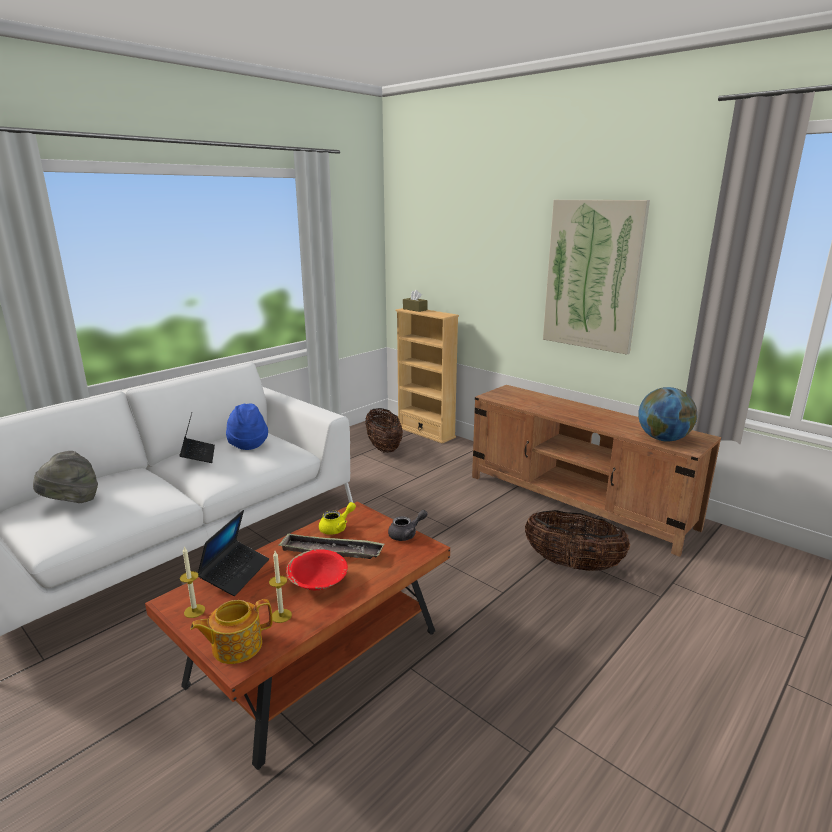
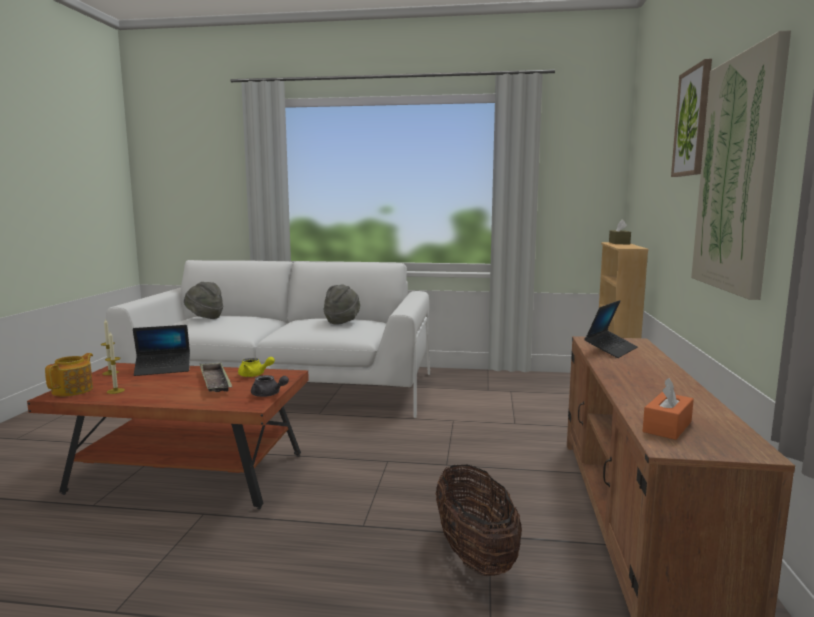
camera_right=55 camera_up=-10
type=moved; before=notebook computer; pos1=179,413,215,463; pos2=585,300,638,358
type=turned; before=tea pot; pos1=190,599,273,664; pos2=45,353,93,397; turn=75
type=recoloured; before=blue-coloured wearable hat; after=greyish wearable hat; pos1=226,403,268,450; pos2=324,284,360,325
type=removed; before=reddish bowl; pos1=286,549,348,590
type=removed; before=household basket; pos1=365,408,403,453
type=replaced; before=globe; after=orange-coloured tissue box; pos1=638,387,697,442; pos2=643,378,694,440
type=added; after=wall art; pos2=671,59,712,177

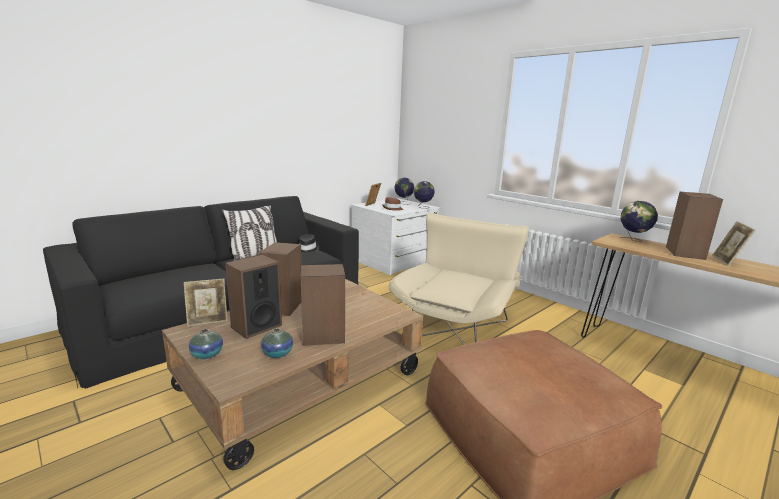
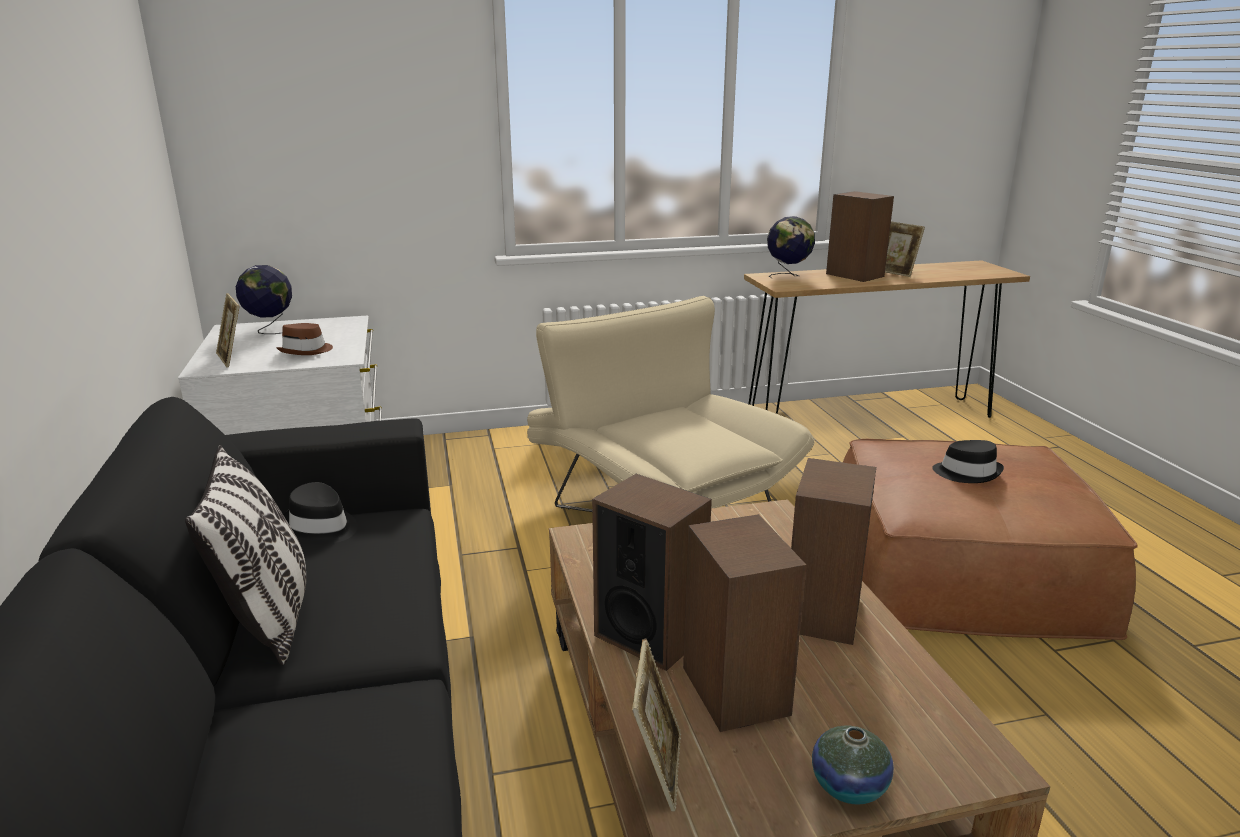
camera_right=-60 camera_up=5
type=removed; before=decorative vase; pos1=261,328,293,358
type=removed; before=globe; pos1=414,181,435,209
type=added; after=blackish wearable hat; pos2=932,440,1004,483

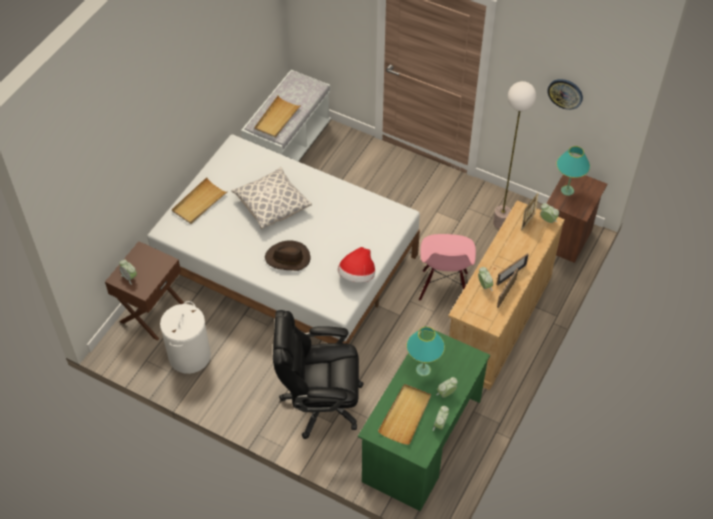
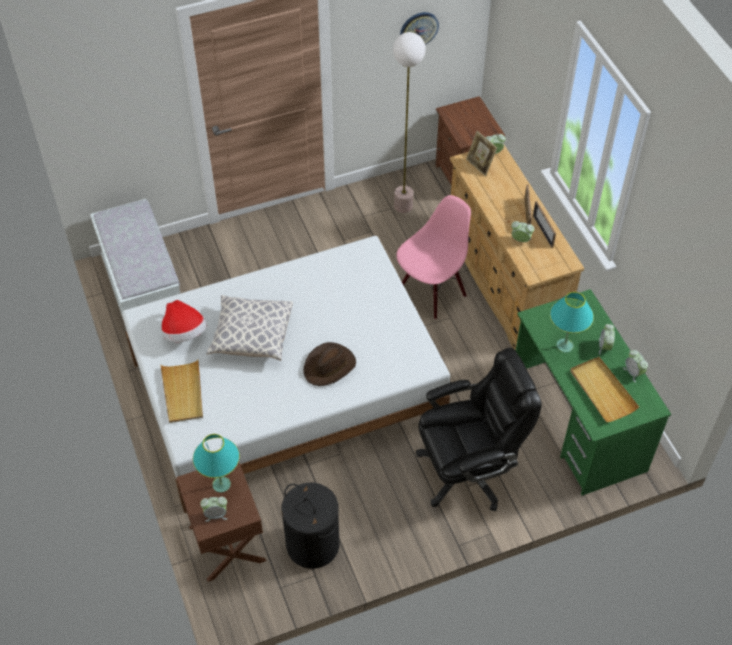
camera_right=-50 camera_up=0
type=recoloured; before=whitish washing basket; after=blackish washing basket; pos1=160,301,211,374; pos2=281,483,339,569
type=removed; before=sand-coloured carrying tray; pos1=254,96,302,138
type=turned; before=blackish computer chair; pos1=273,310,364,439; pos2=416,348,542,511; turn=-150
type=moved; before=wearable hat; pos1=337,247,375,283; pos2=161,300,207,342
type=turned; before=pink-coloured chair; pos1=419,234,476,301; pos2=396,195,471,319; turn=-90
type=moved; before=blue-green tabletop lamp; pos1=556,146,590,196; pos2=193,434,240,492

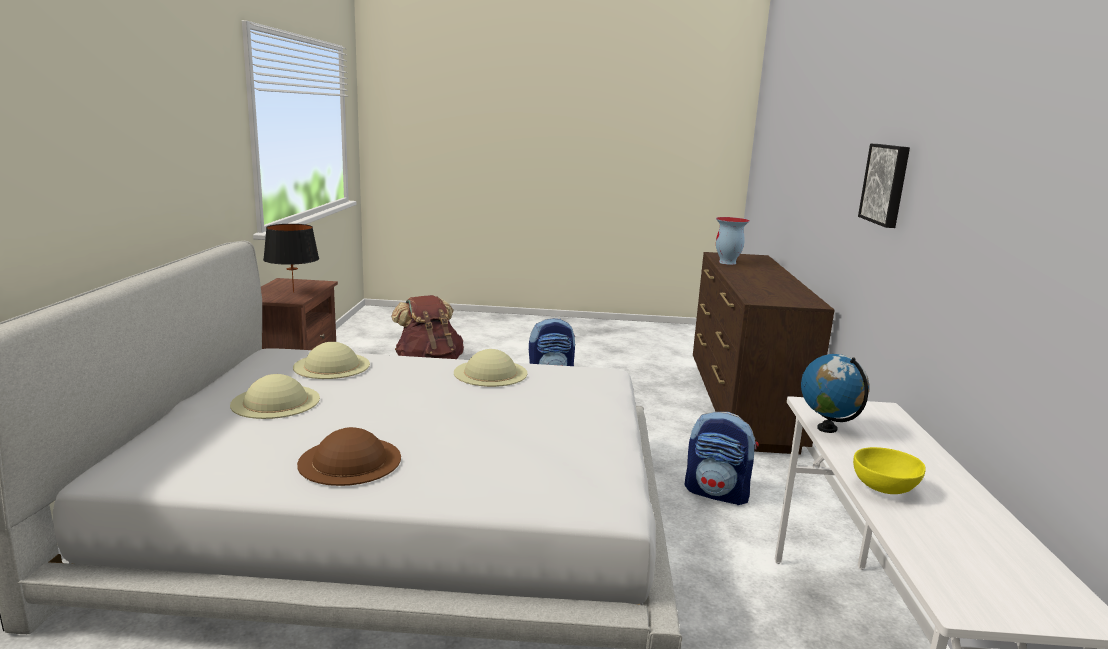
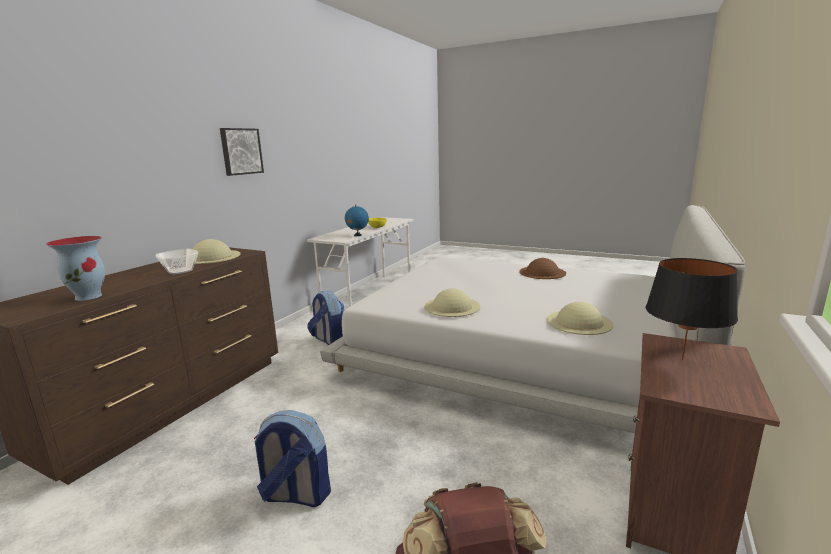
camera_right=-155 camera_up=0
type=moved; before=sand-coloured wearable hat; pos1=230,374,320,419; pos2=193,239,241,264
type=added; after=bowl; pos2=155,249,198,274

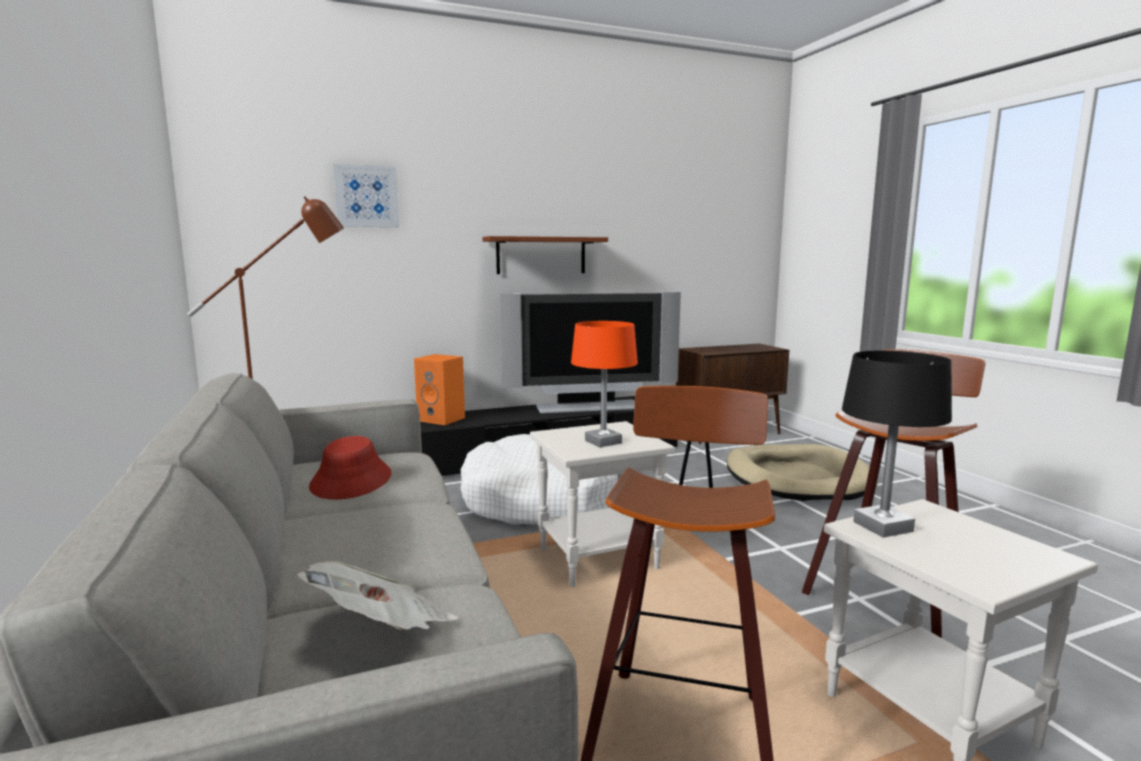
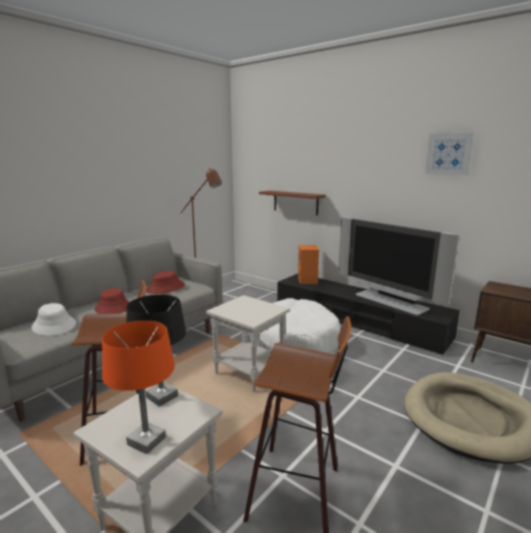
camera_right=60 camera_up=5
type=replaced; before=newspaper; after=whitish wearable hat; pos1=297,561,458,630; pos2=31,303,76,336
type=moved; before=wall art; pos1=333,164,399,227; pos2=425,133,474,176
type=moved; before=brownish wall shelf; pos1=483,236,608,274; pos2=259,190,326,215
type=moved; before=orange-coloured tabletop lamp; pos1=571,321,638,447; pos2=102,321,175,454
type=added; after=reddish wearable hat; pos2=95,288,129,314

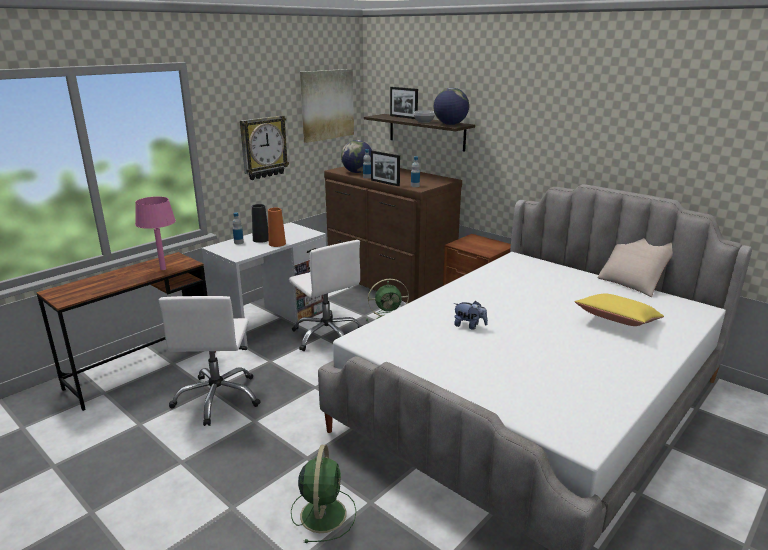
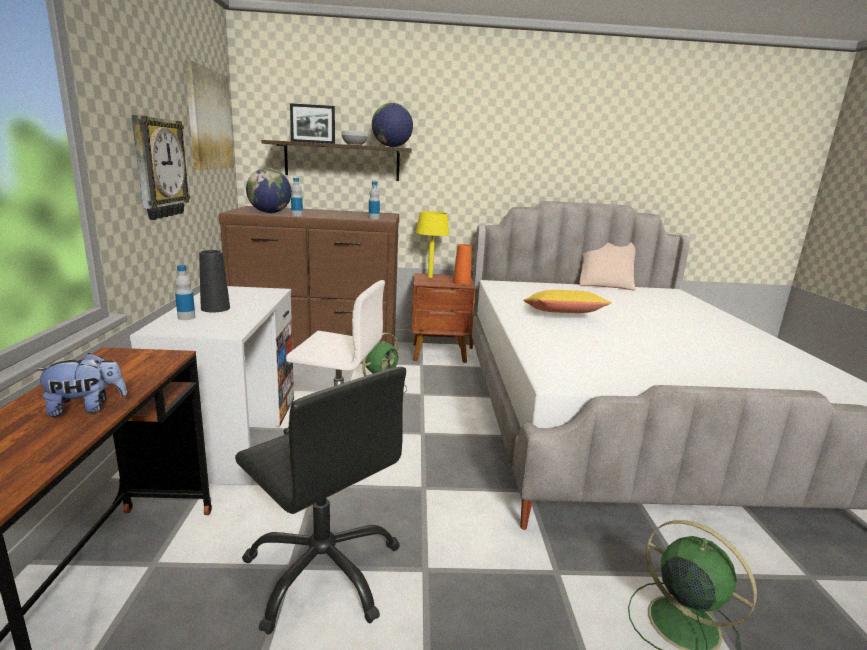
camera_right=-45 camera_up=-5
type=removed; before=pink-coloured tabletop lamp; pos1=135,197,176,270
type=recoloured; before=whitish computer chair; after=blackish computer chair; pos1=159,296,261,426; pos2=235,367,406,635
type=moved; before=orange-coloured decorative vase; pos1=268,208,286,247; pos2=453,244,472,285
type=removed; before=standing frame; pos1=371,151,400,186
type=moved; before=plush toy; pos1=453,301,488,330; pos2=33,353,127,417
type=moved; before=yellowish pillow; pos1=575,294,664,326; pos2=523,290,612,313
type=added; after=yellowish tabletop lamp; pos2=415,211,449,278

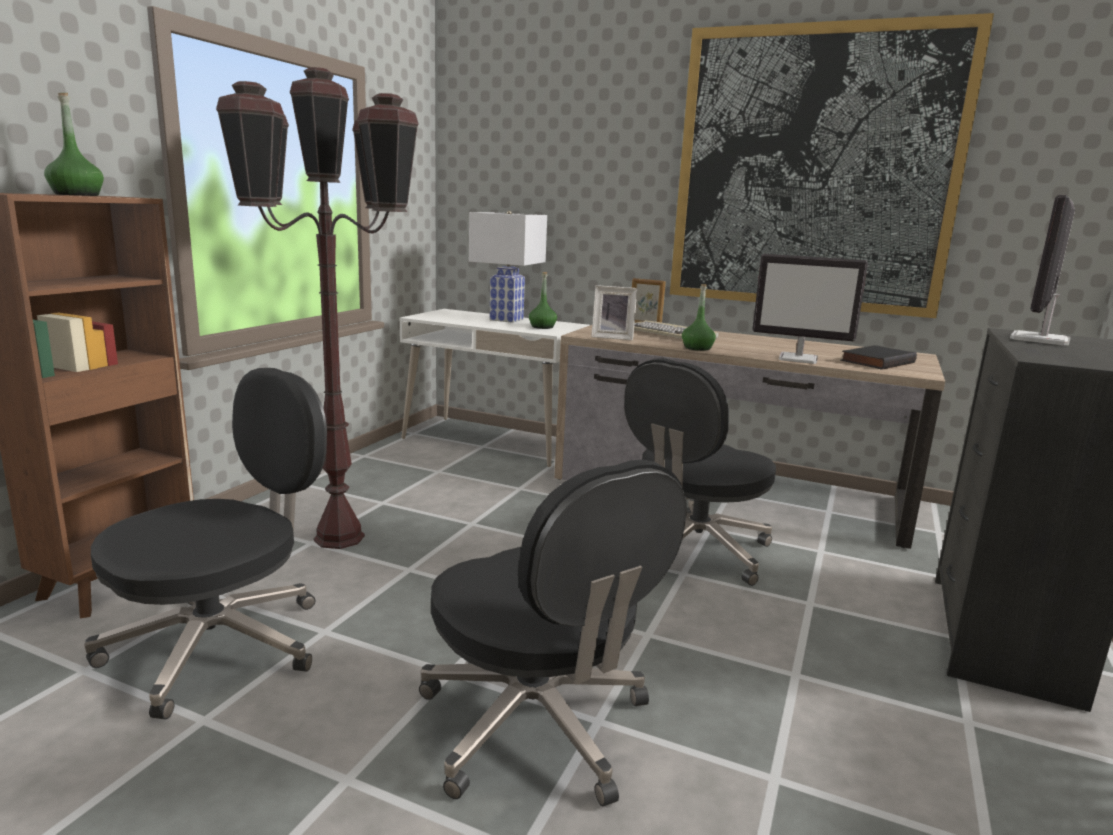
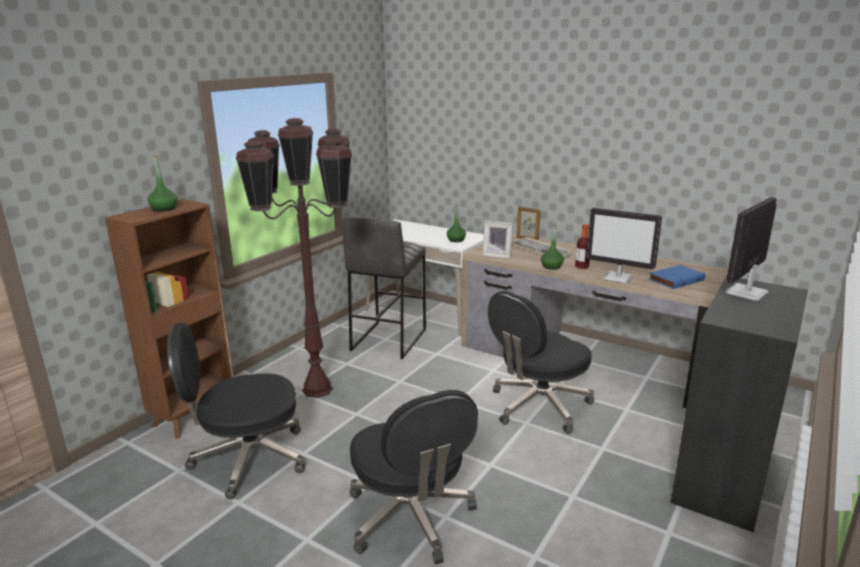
camera_right=10 camera_up=5
type=turned; before=blackish computer chair; pos1=84,368,327,720; pos2=167,322,305,500; turn=-150
type=removed; before=whitish tabletop lamp; pos1=469,211,547,323
type=removed; before=wall art; pos1=670,13,994,318
type=recoloured; before=blackish bound book; after=blue-coloured bound book; pos1=840,345,917,370; pos2=649,265,705,289
type=added; after=greyish stool seat; pos2=341,217,426,359
type=added; after=drink bottle; pos2=575,224,590,269

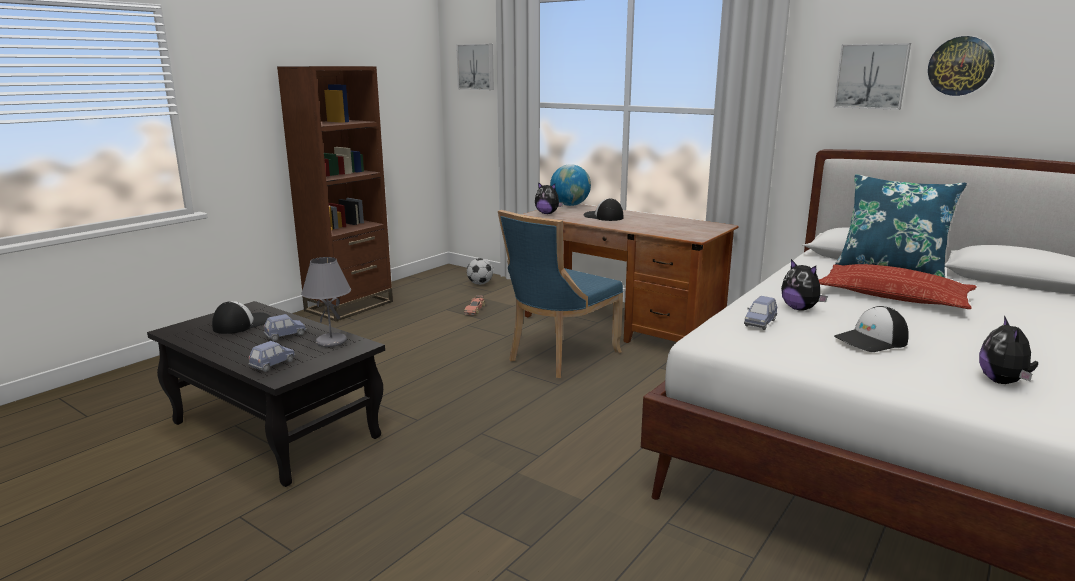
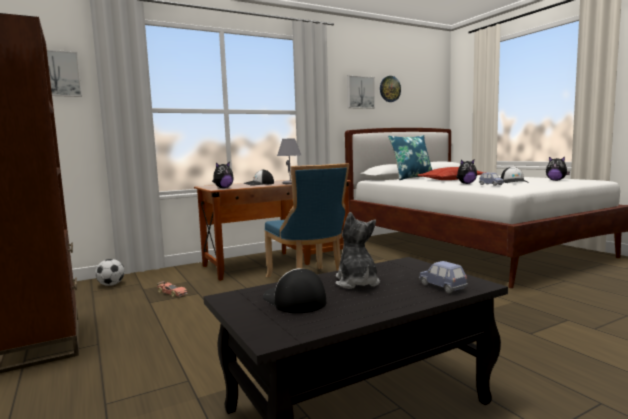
camera_right=-65 camera_up=-10
type=replaced; before=blue-coloured toy car; after=plush toy; pos1=264,314,307,341; pos2=335,212,380,289
type=moved; before=greyish tabletop lamp; pos1=301,257,351,347; pos2=277,138,301,184
type=removed; before=globe; pos1=550,164,591,206

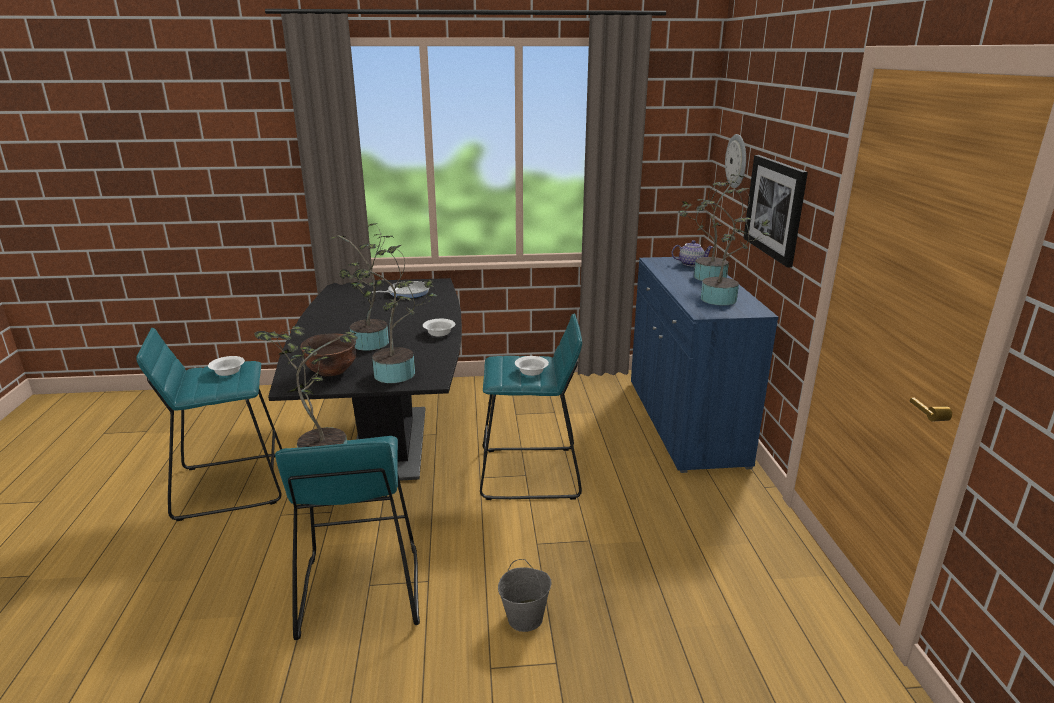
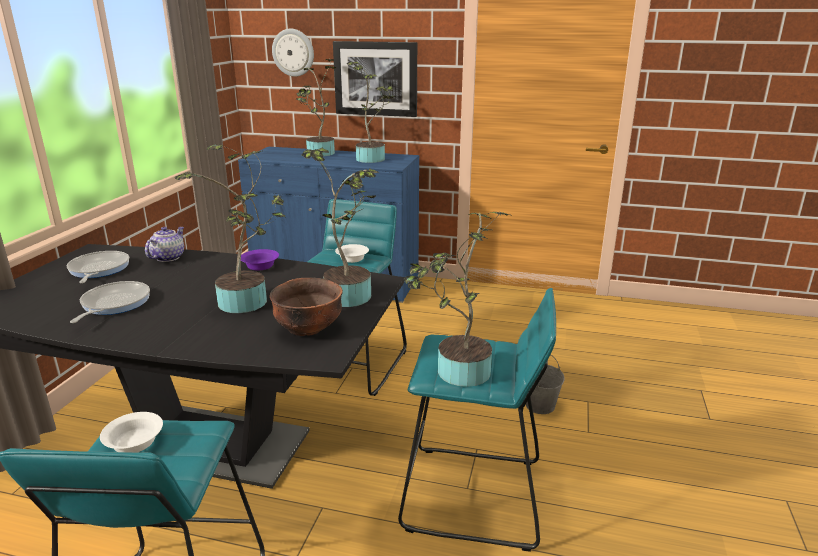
camera_right=-70 camera_up=0
type=recoloured; before=whitish bowl; after=purplish bowl; pos1=423,319,455,336; pos2=241,249,279,271
type=moved; before=tea pot; pos1=672,240,713,266; pos2=145,227,184,262
type=added; after=frying pan; pos2=70,281,150,323

